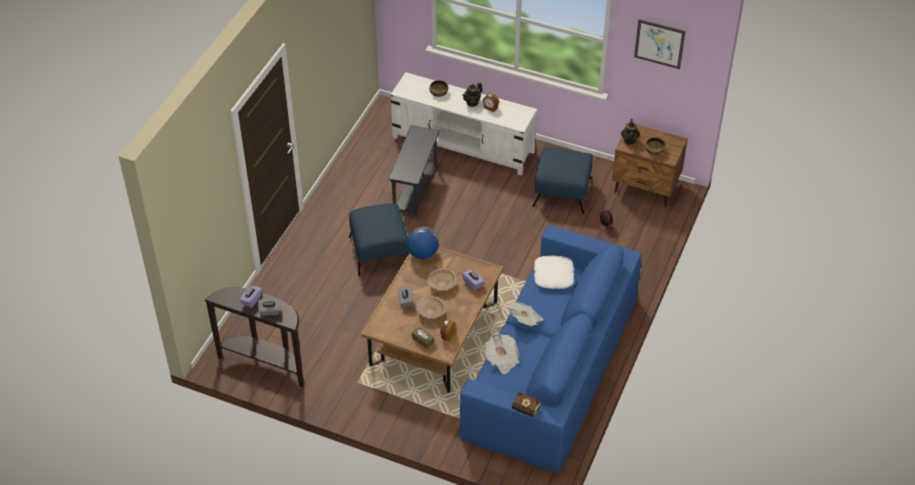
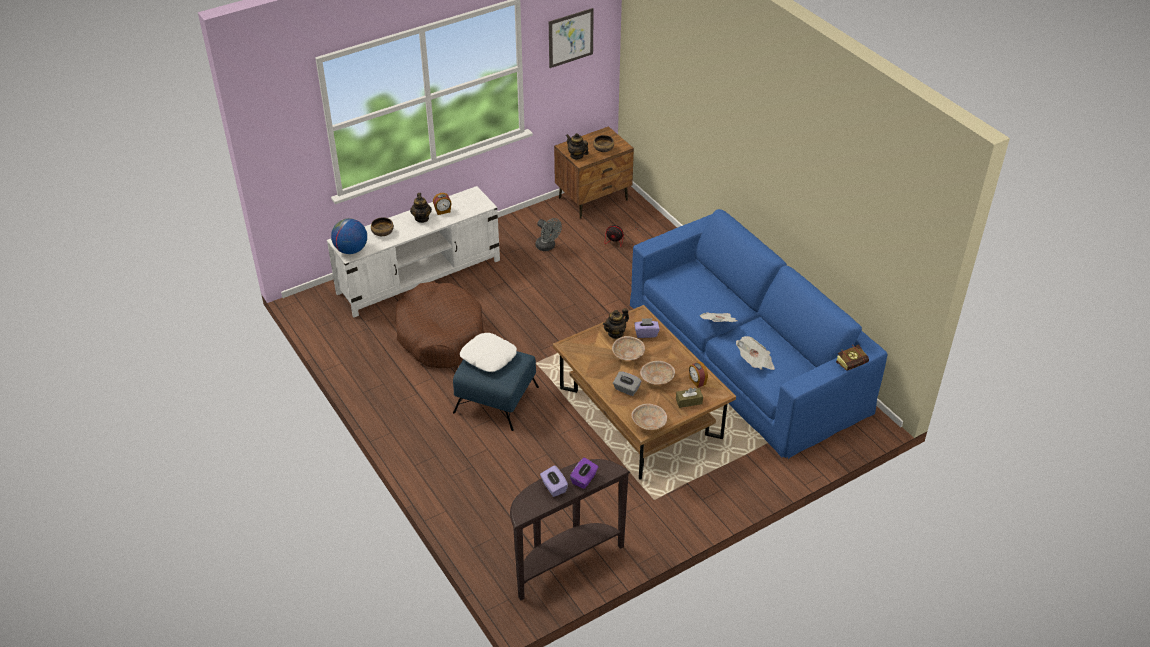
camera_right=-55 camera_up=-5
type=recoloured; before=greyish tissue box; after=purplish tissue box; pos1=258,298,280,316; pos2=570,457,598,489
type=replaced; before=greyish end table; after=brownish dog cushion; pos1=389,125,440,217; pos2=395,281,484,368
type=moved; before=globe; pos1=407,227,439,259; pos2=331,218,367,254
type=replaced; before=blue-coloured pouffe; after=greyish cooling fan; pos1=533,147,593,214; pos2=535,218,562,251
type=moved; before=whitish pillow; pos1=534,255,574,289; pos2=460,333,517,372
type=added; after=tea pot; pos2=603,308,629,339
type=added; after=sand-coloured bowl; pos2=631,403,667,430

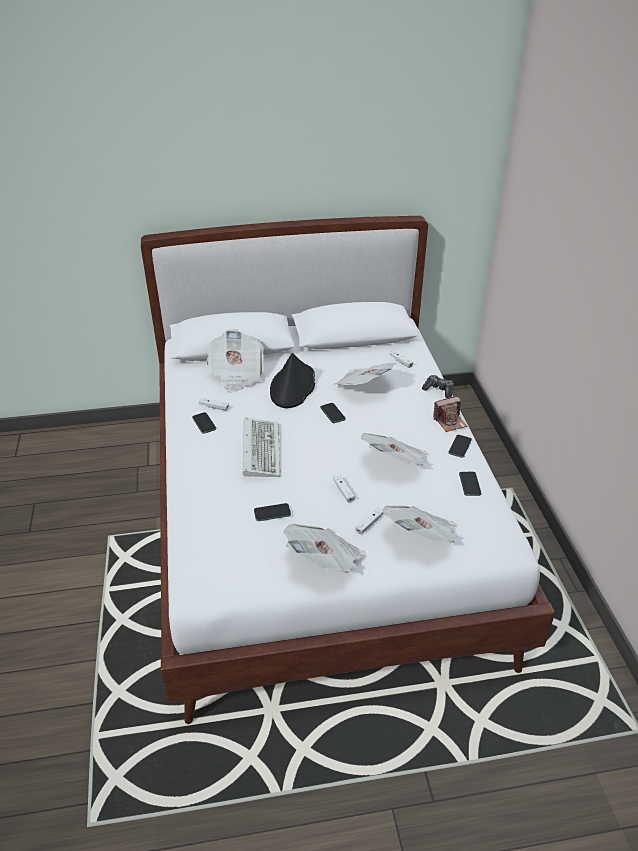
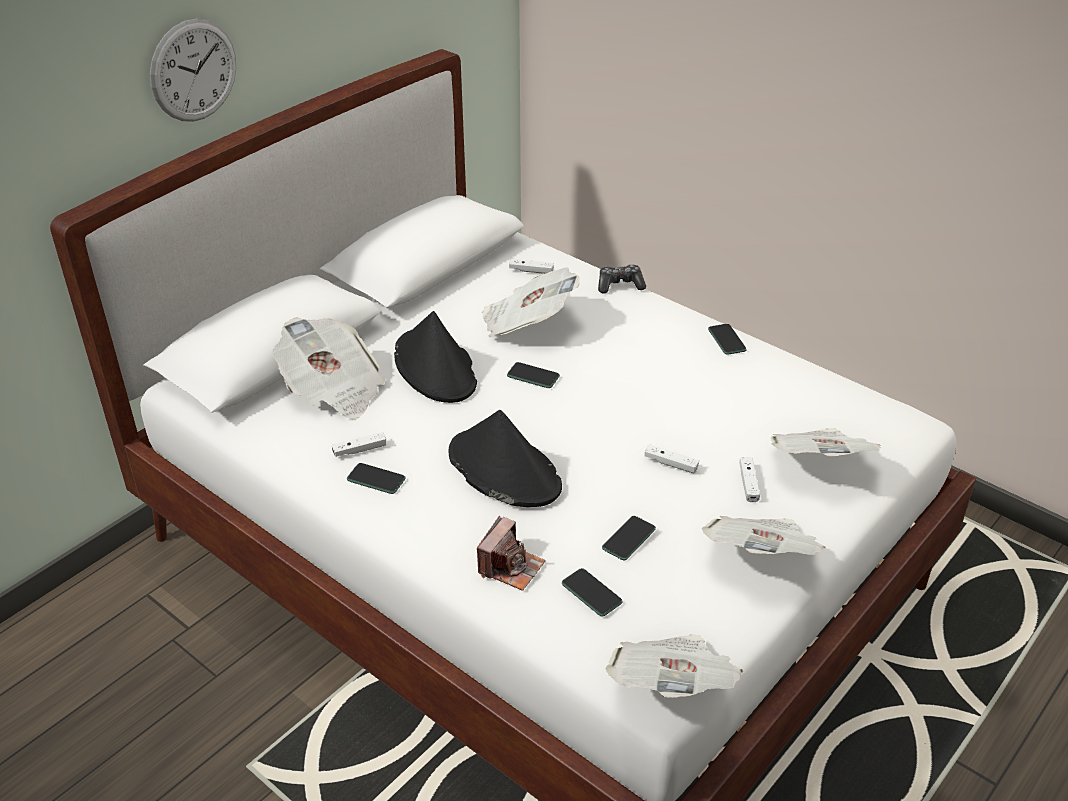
camera_right=-40 camera_up=0
type=replaced; before=keyboard; after=blackish wearable hat; pos1=243,417,280,477; pos2=449,410,562,507
type=moved; before=newspaper; pos1=361,433,428,465; pos2=605,634,744,698
type=moved; before=still camera; pos1=433,396,467,432; pos2=477,516,546,591
type=moved; before=handset; pos1=459,472,481,496; pos2=562,568,623,617
type=added; after=hanging clock; pos2=150,19,236,122

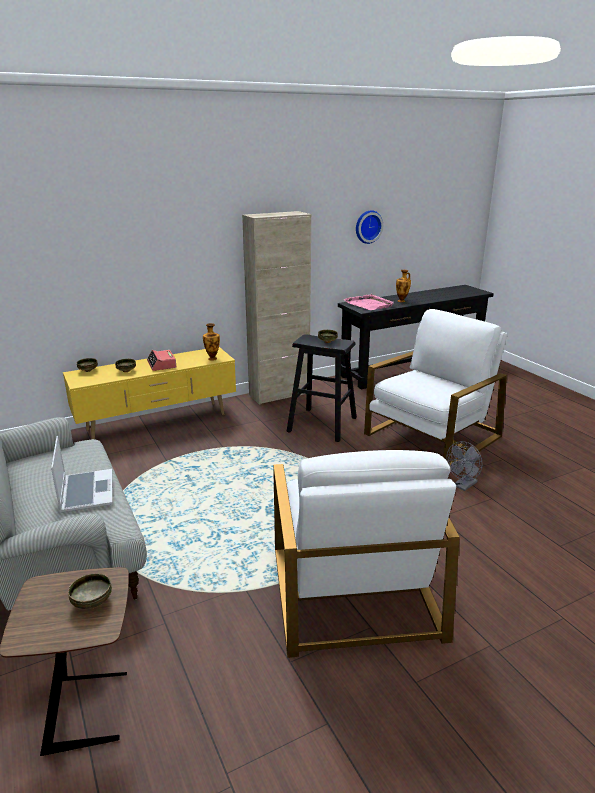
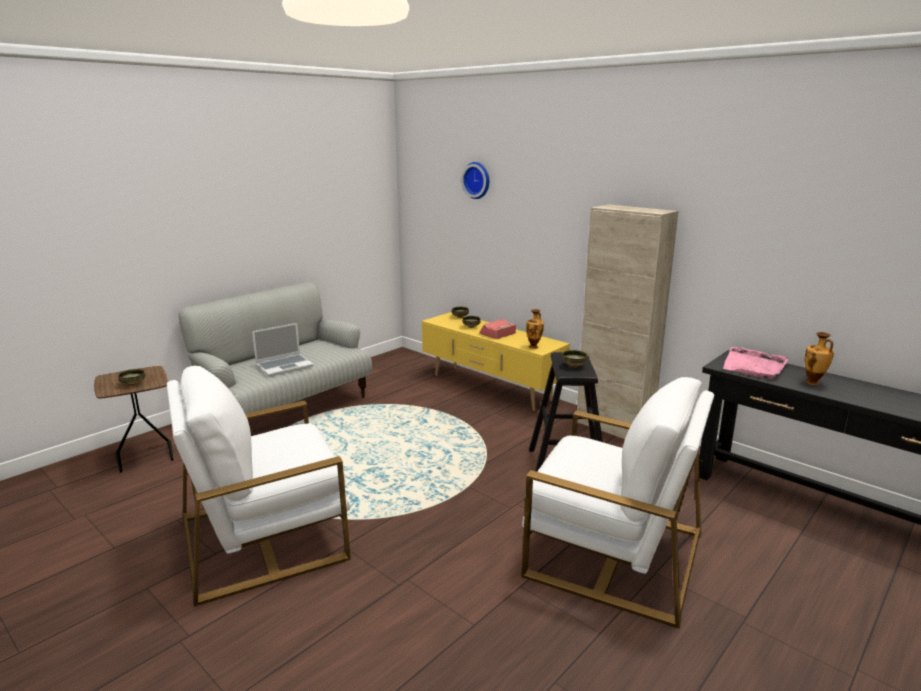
camera_right=70 camera_up=-5
type=moved; before=hanging clock; pos1=356,210,383,244; pos2=461,162,489,199
type=removed; before=greyish cooling fan; pos1=446,441,482,491

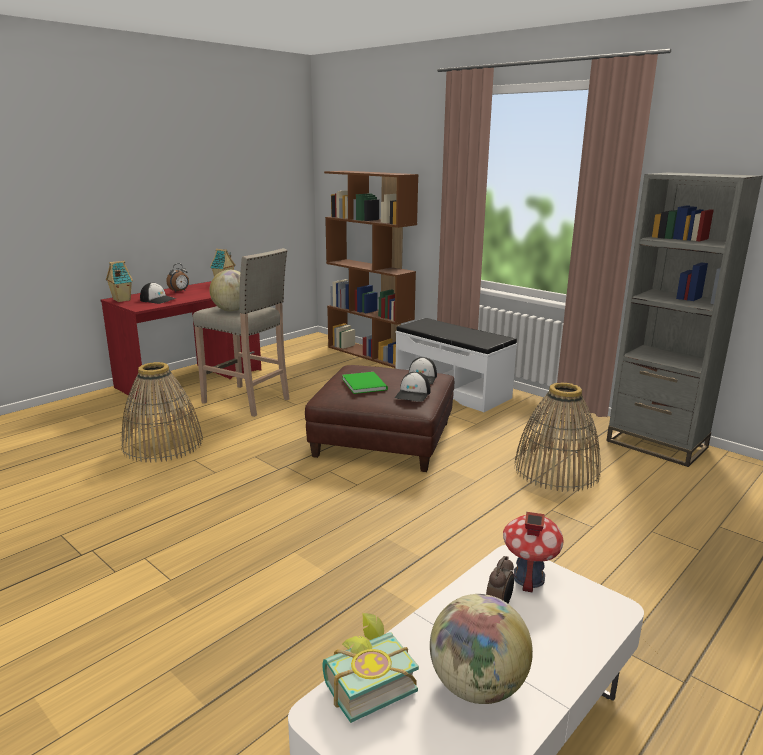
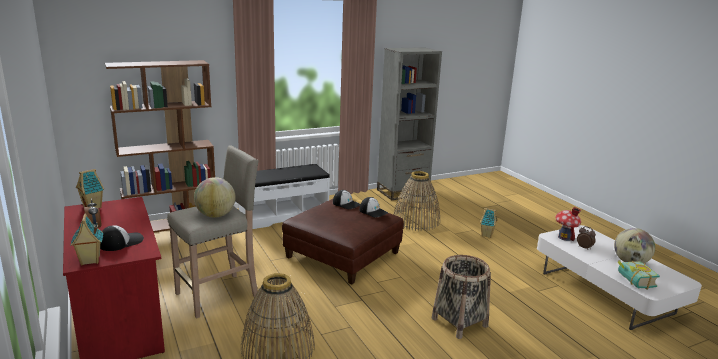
camera_right=-70 camera_up=0
type=removed; before=greenish bound book; pos1=342,372,388,394
type=added; after=household basket; pos2=432,255,491,339
type=added; after=model house; pos2=480,208,498,238

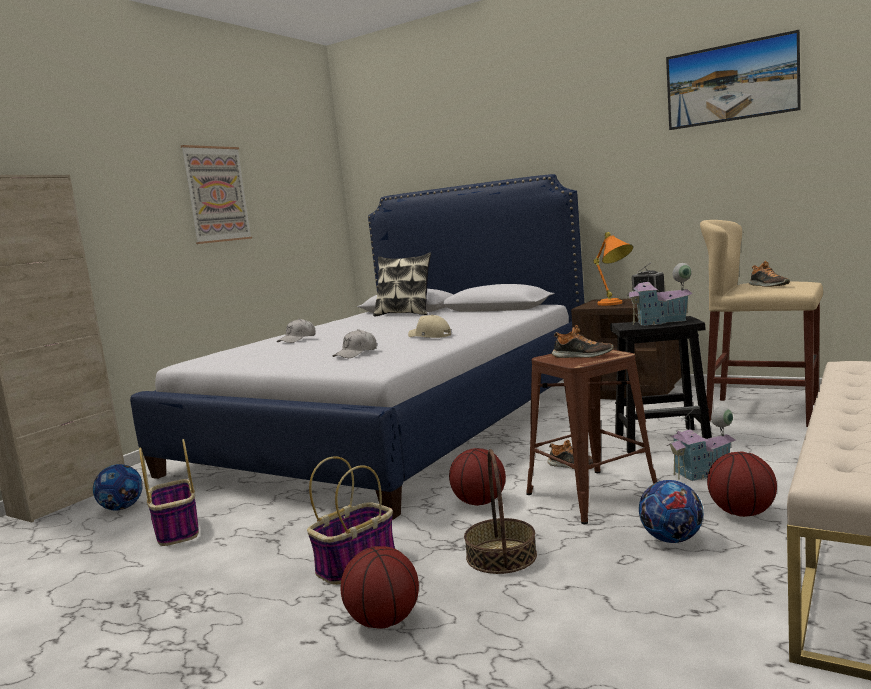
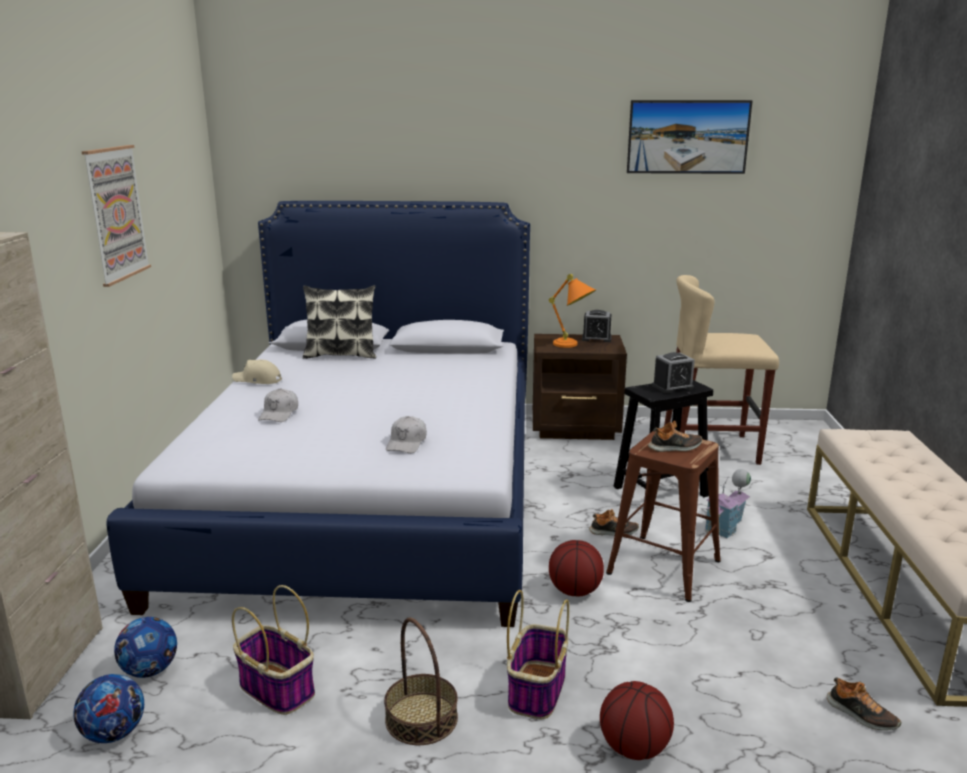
camera_right=-30 camera_up=10
type=moved; before=sand-coloured cap; pos1=408,315,451,338; pos2=232,359,282,384
type=moved; before=household basket; pos1=464,449,537,574; pos2=384,618,458,745
type=replaced; before=model house; after=bedside clock; pos1=627,263,692,326; pos2=652,352,695,393
type=moved; before=football ball; pos1=639,480,703,543; pos2=73,674,144,743
type=removed; before=basketball; pos1=707,452,777,517
type=moved; before=shoe; pos1=749,261,790,287; pos2=827,678,901,730

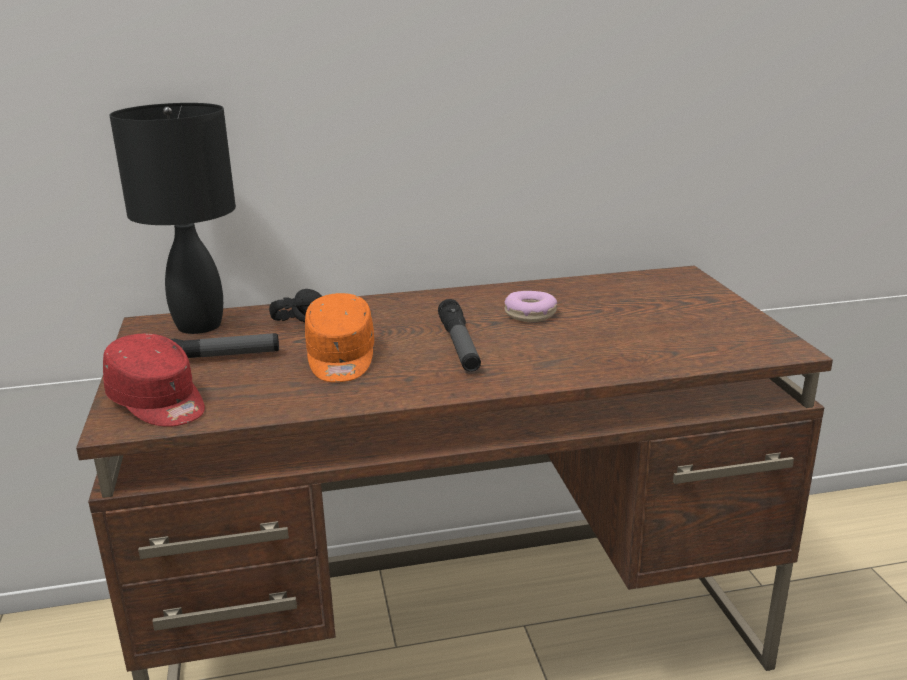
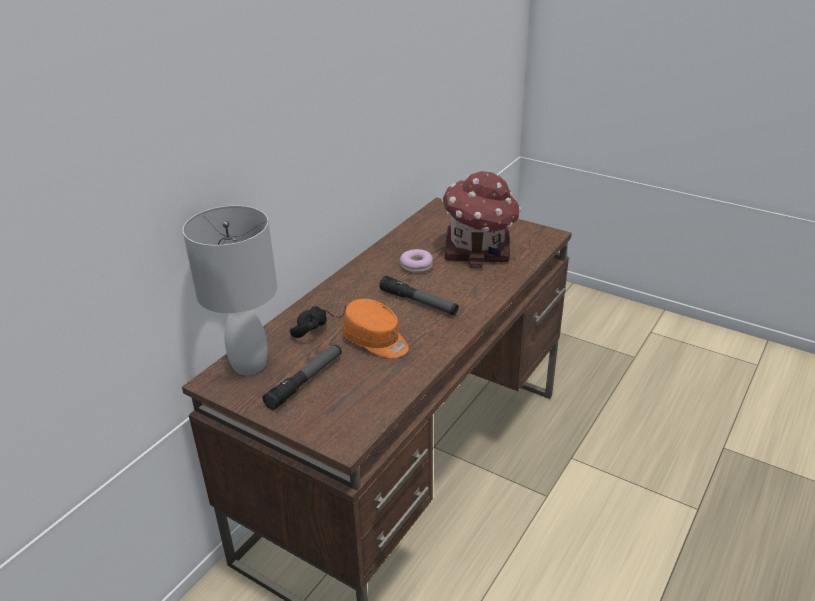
camera_right=-45 camera_up=10
type=removed; before=reddish cap; pos1=103,333,205,427
type=recoloured; before=blackish tabletop lamp; after=whitish tabletop lamp; pos1=109,103,236,334; pos2=183,206,277,375
type=added; after=model house; pos2=441,171,521,268

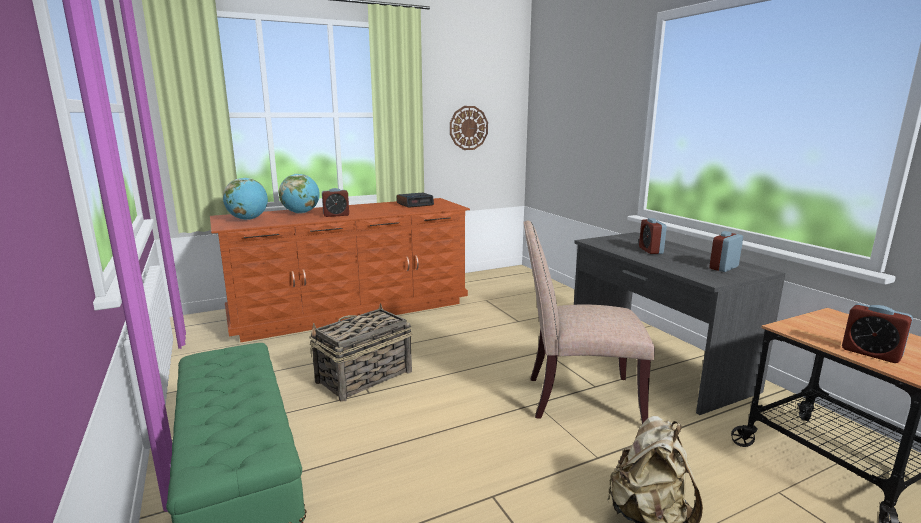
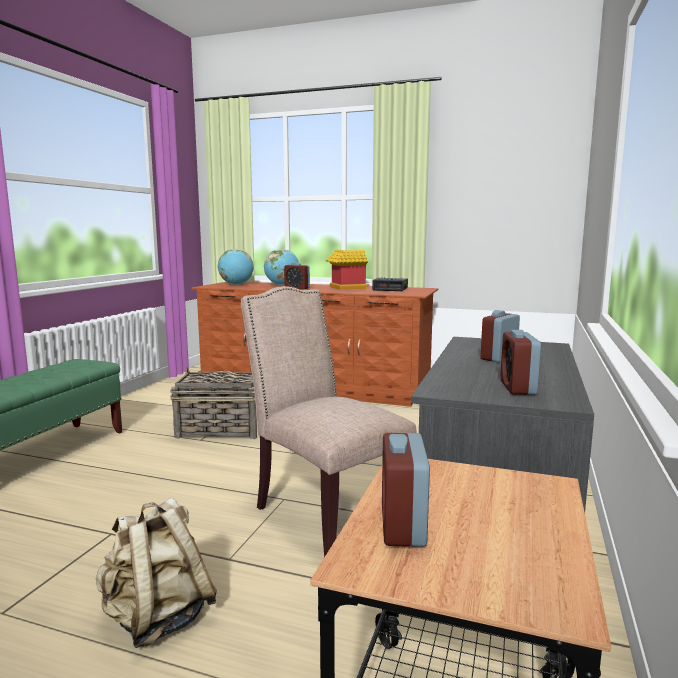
camera_right=45 camera_up=-5
type=removed; before=hanging clock; pos1=450,106,488,150
type=turned; before=bedside clock; pos1=709,231,743,272; pos2=500,330,541,395; turn=-90
type=added; after=model house; pos2=326,250,368,290

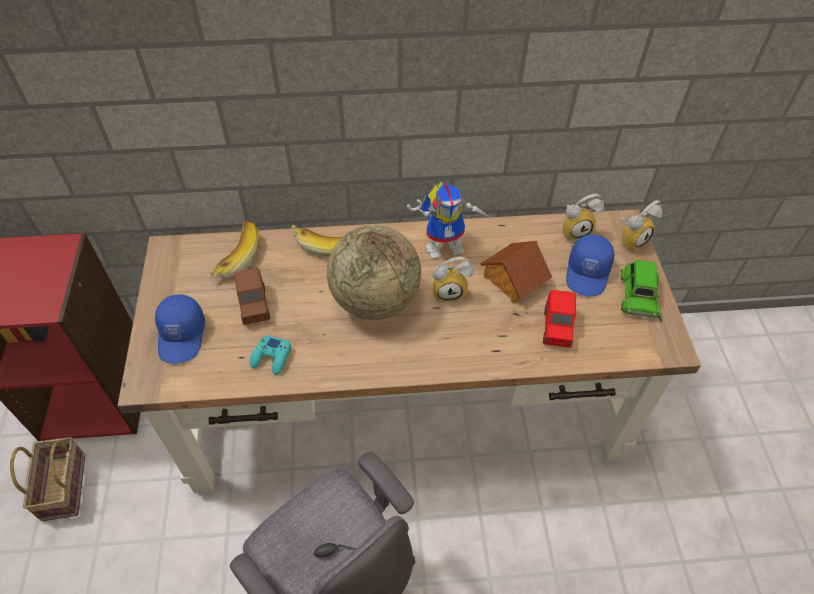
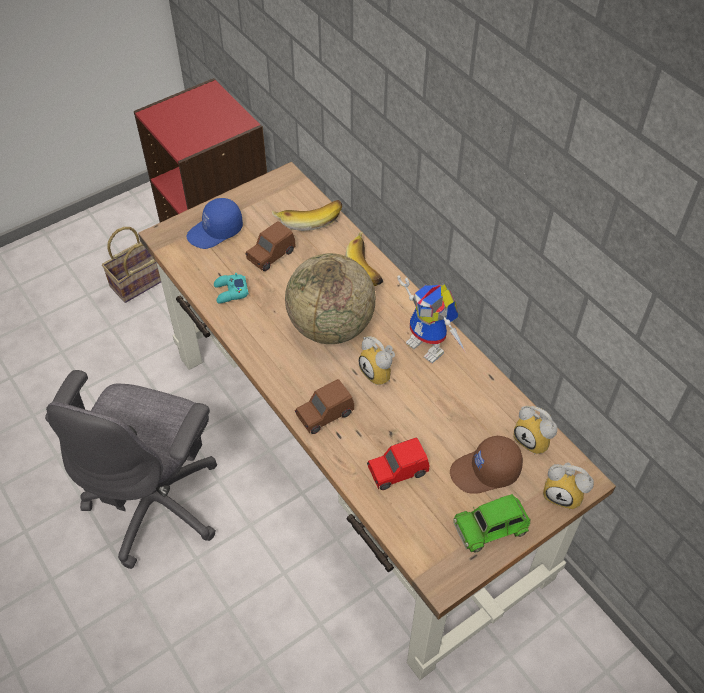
camera_right=60 camera_up=0
type=removed; before=model house; pos1=480,240,552,303
type=recoloured; before=blue-coloured cap; after=brownish cap; pos1=566,234,614,297; pos2=450,436,523,494
type=added; after=brownish toy car; pos2=295,379,354,434

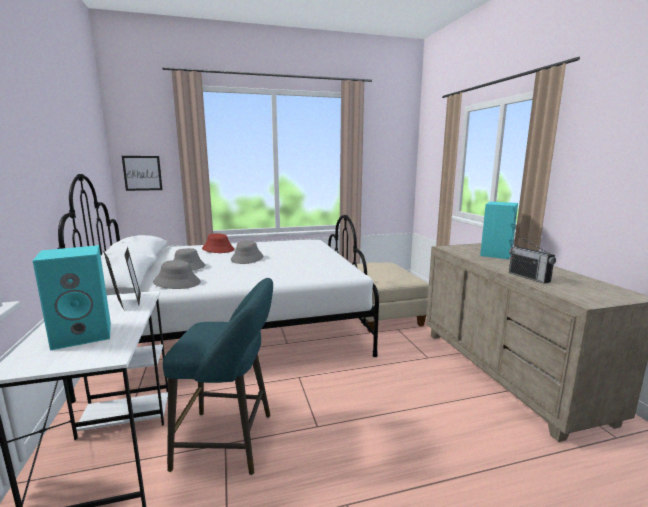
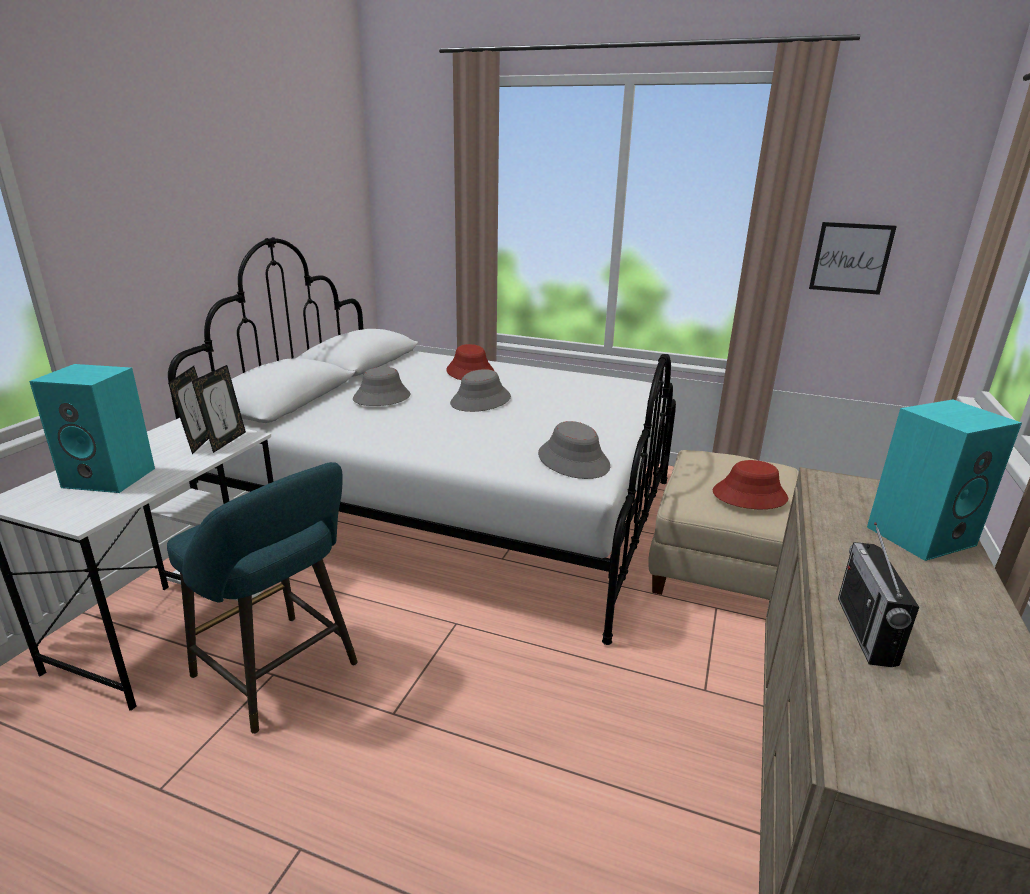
camera_right=35 camera_up=10
type=moved; before=wall art; pos1=122,156,163,191; pos2=809,222,897,295
type=moved; before=greyish wearable hat; pos1=153,260,201,289; pos2=538,421,610,479
type=added; after=reddish wearable hat; pos2=713,460,788,509

